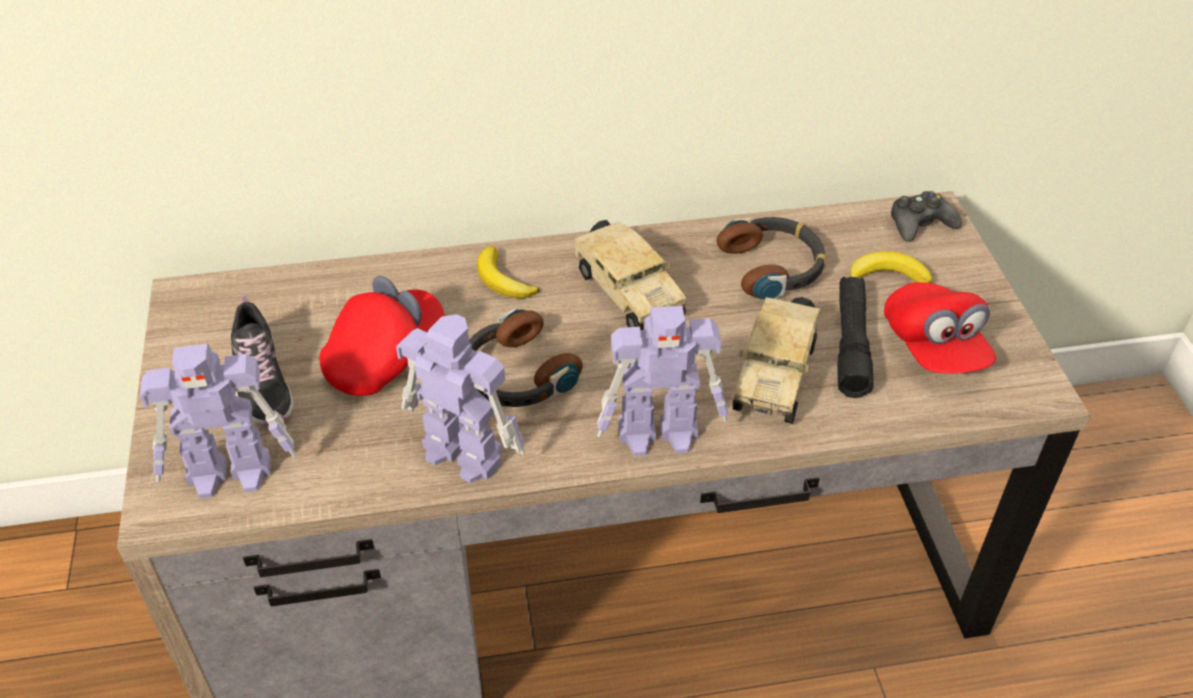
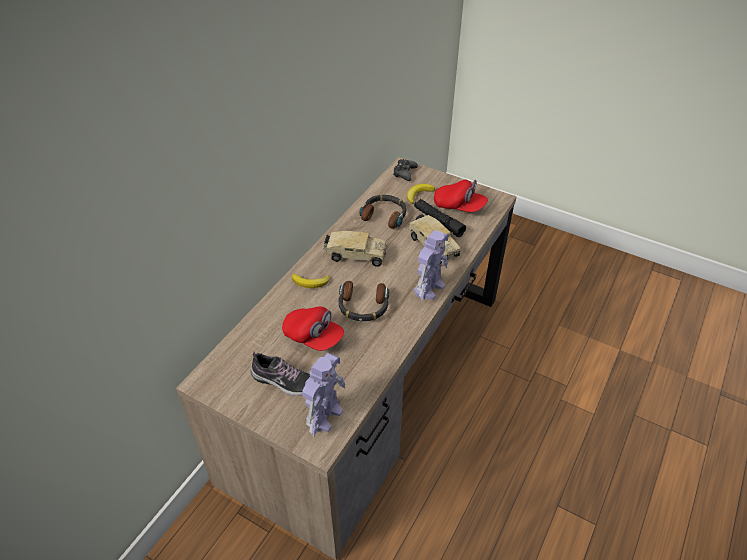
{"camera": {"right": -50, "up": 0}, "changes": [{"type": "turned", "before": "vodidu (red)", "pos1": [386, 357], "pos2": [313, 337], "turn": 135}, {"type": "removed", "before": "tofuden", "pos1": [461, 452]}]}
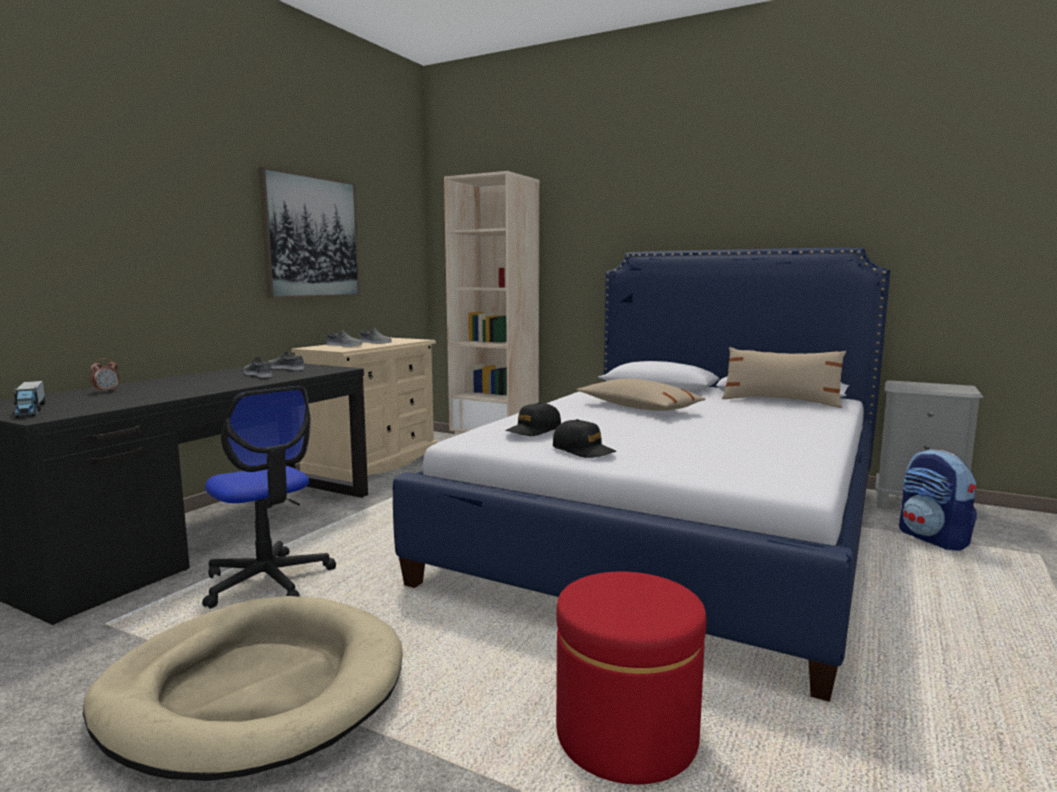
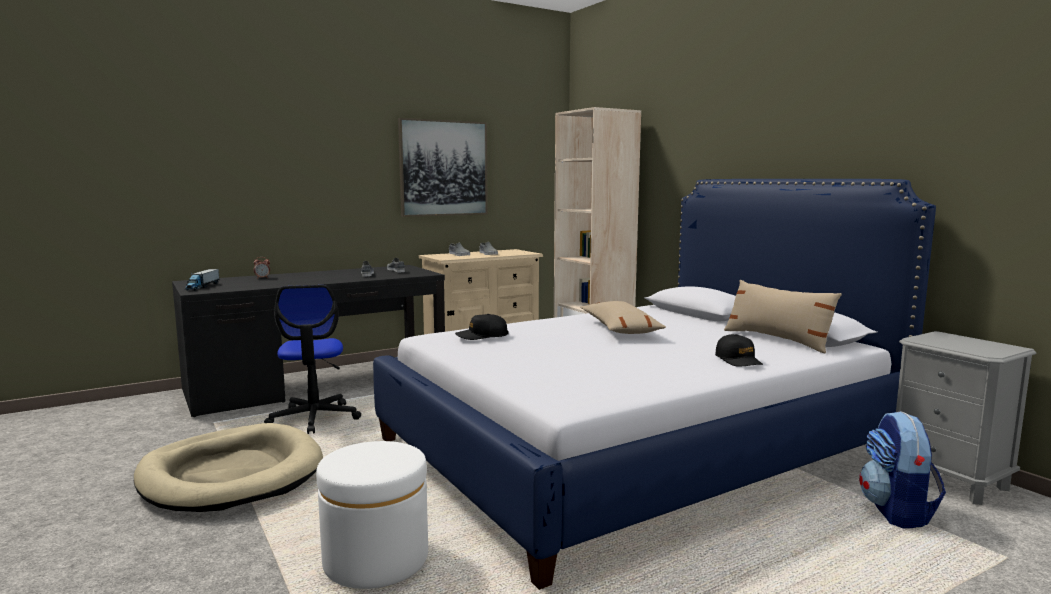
{"camera": {"right": 30, "up": 0}, "changes": [{"type": "recoloured", "before": "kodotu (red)", "after": "kodotu (white)", "pos1": [626, 735], "pos2": [376, 559]}, {"type": "moved", "before": "vodidu (black)", "pos1": [583, 450], "pos2": [738, 360]}]}
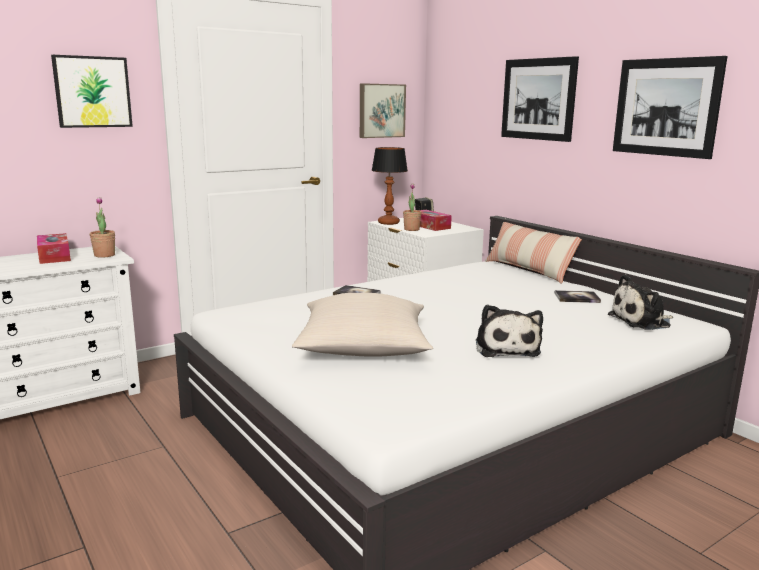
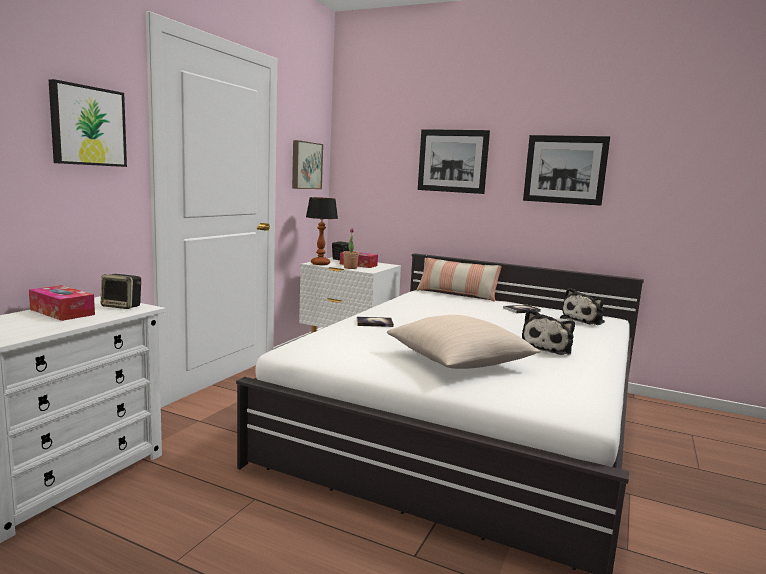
{"camera": {"right": -30, "up": -5}, "changes": [{"type": "replaced", "before": "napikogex", "after": "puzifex", "pos1": [104, 255], "pos2": [122, 306]}, {"type": "turned", "before": "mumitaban", "pos1": [506, 348], "pos2": [547, 348], "turn": 60}]}
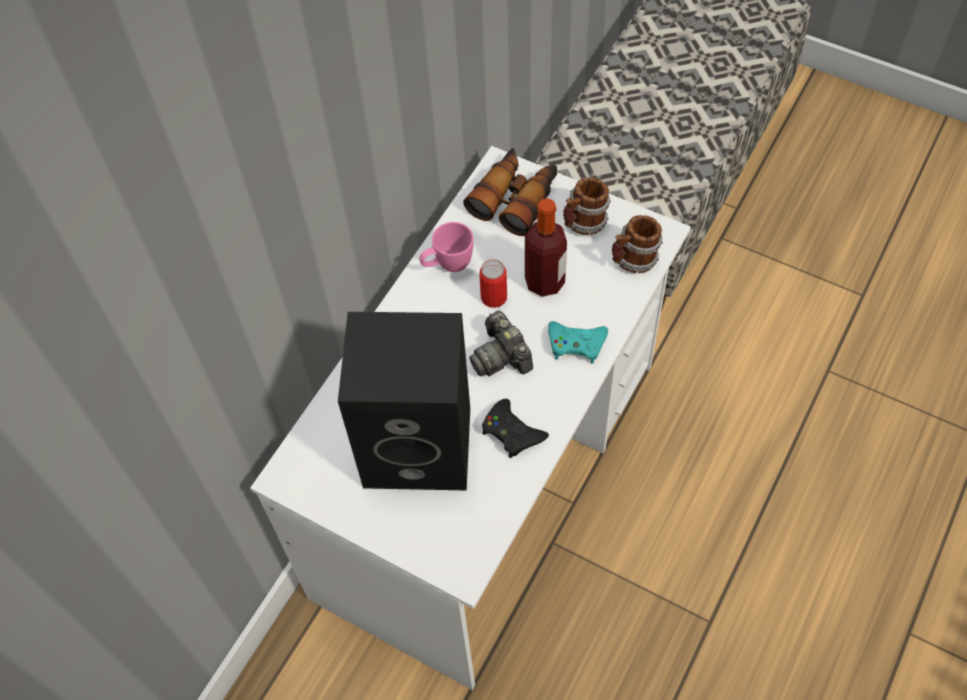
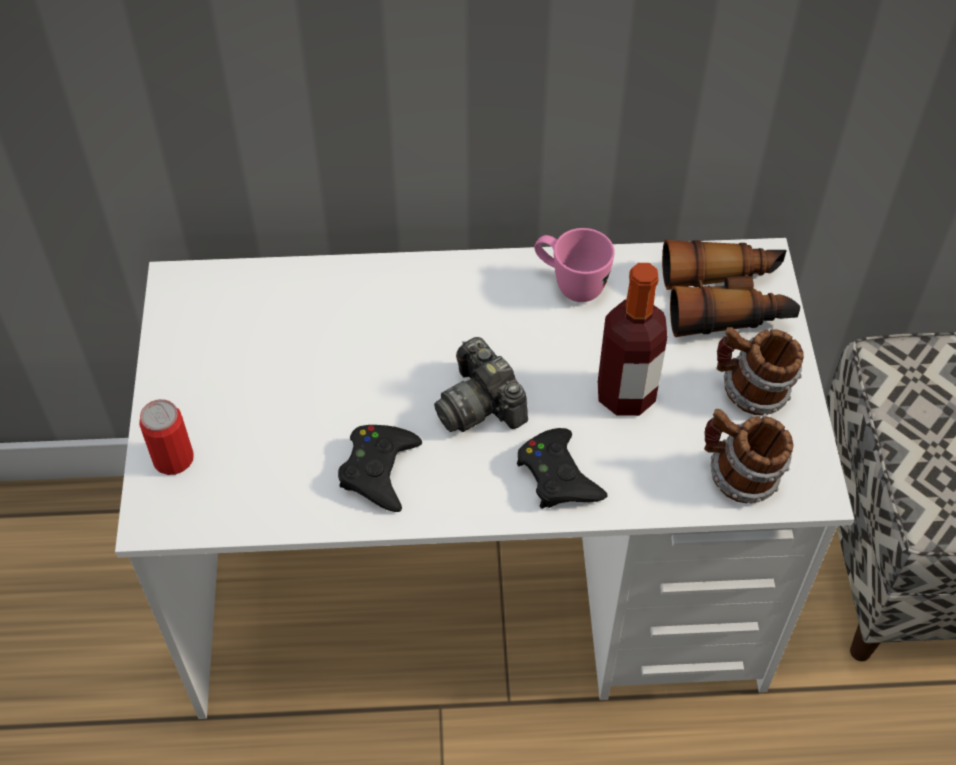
{"camera": {"right": 55, "up": -5}, "changes": [{"type": "moved", "before": "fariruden", "pos1": [494, 297], "pos2": [173, 458]}, {"type": "turned", "before": "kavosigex", "pos1": [501, 356], "pos2": [480, 404], "turn": -60}, {"type": "recoloured", "before": "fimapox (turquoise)", "after": "fimapox (black)", "pos1": [576, 344], "pos2": [558, 476]}, {"type": "removed", "before": "puzifex (black)", "pos1": [421, 445]}]}
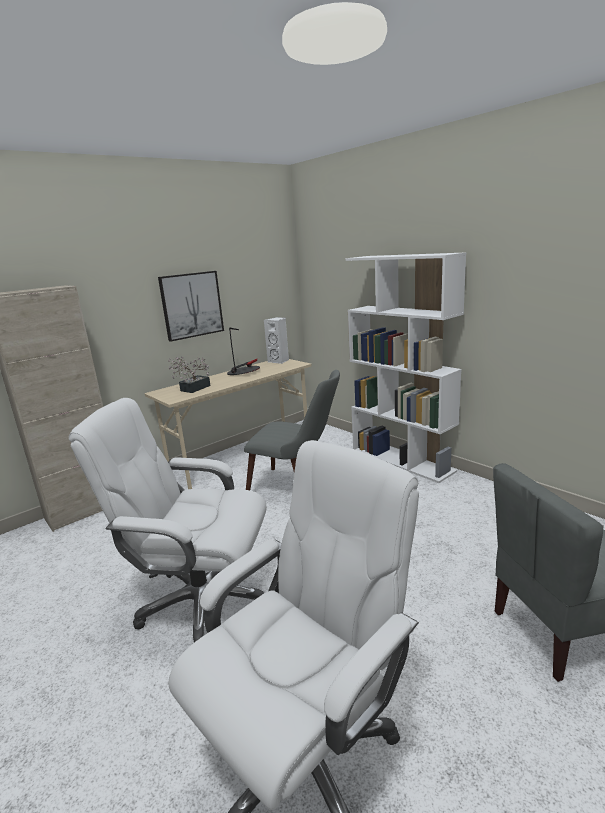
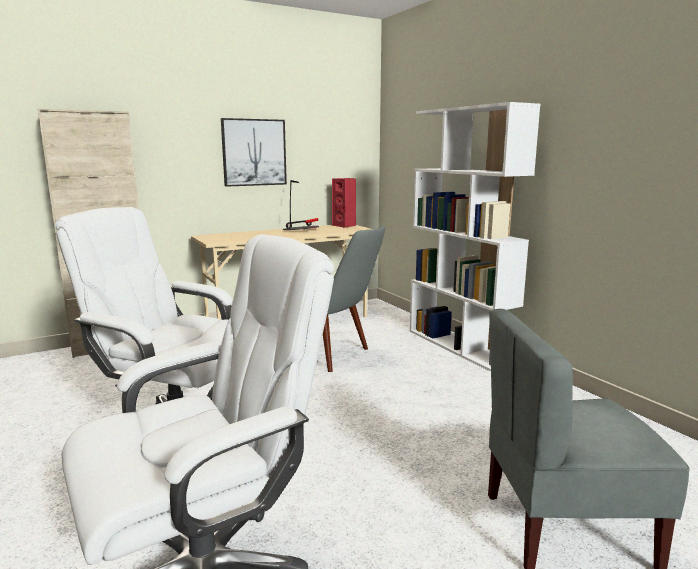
{"camera": {"right": 10, "up": -5}, "changes": [{"type": "recoloured", "before": "puzifex (white)", "after": "puzifex (red)", "pos1": [279, 361], "pos2": [345, 225]}, {"type": "removed", "before": "napikogex", "pos1": [192, 389]}]}
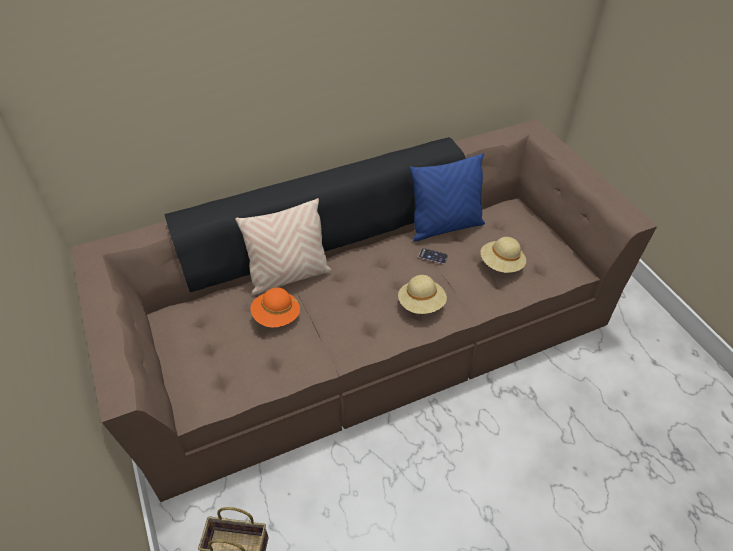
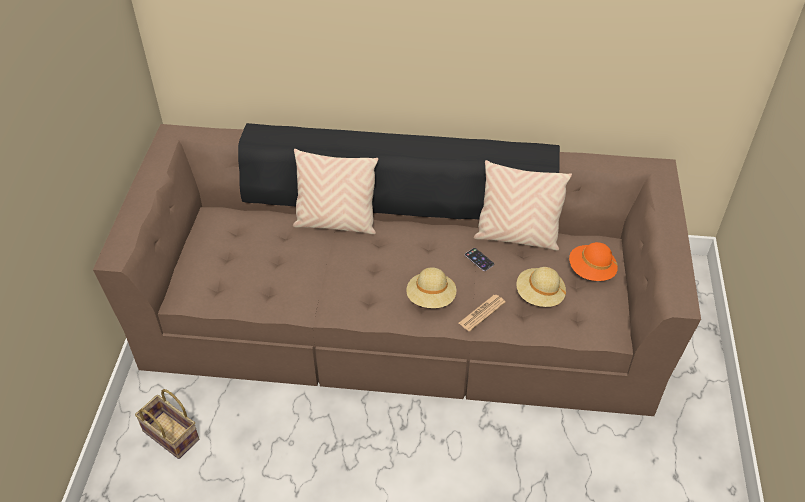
{"camera": {"right": 30, "up": 0}, "changes": [{"type": "added", "after": "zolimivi", "pos2": [482, 313]}, {"type": "recoloured", "before": "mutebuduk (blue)", "after": "mutebuduk (beige)", "pos1": [445, 227], "pos2": [517, 237]}, {"type": "moved", "before": "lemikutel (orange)", "pos1": [276, 316], "pos2": [591, 271]}]}
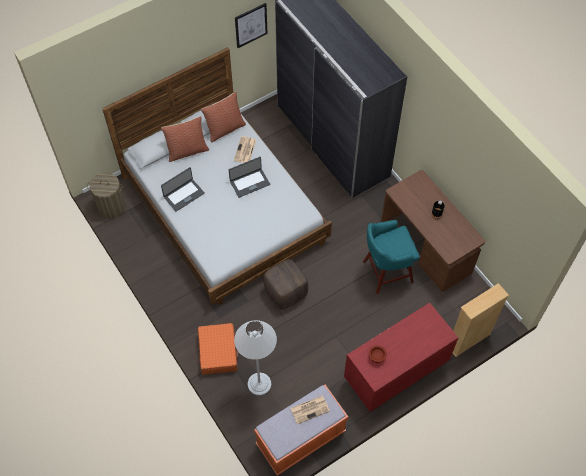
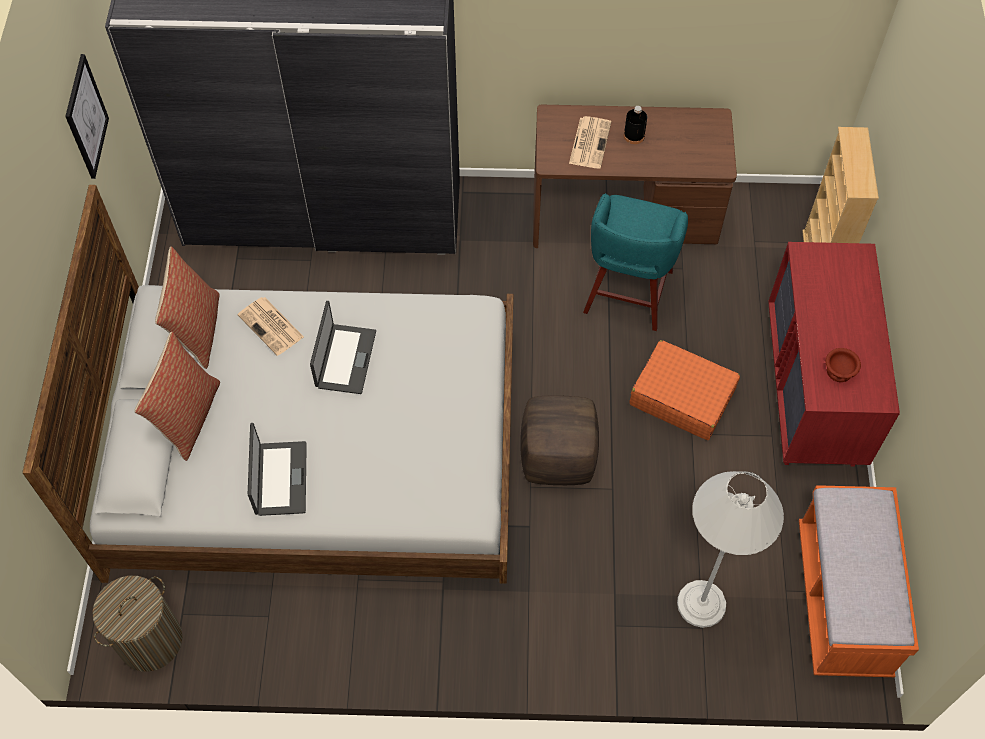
{"camera": {"right": -55, "up": 0}, "changes": [{"type": "moved", "before": "zolimivi", "pos1": [310, 409], "pos2": [589, 142]}, {"type": "moved", "before": "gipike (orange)", "pos1": [218, 351], "pos2": [681, 397]}]}
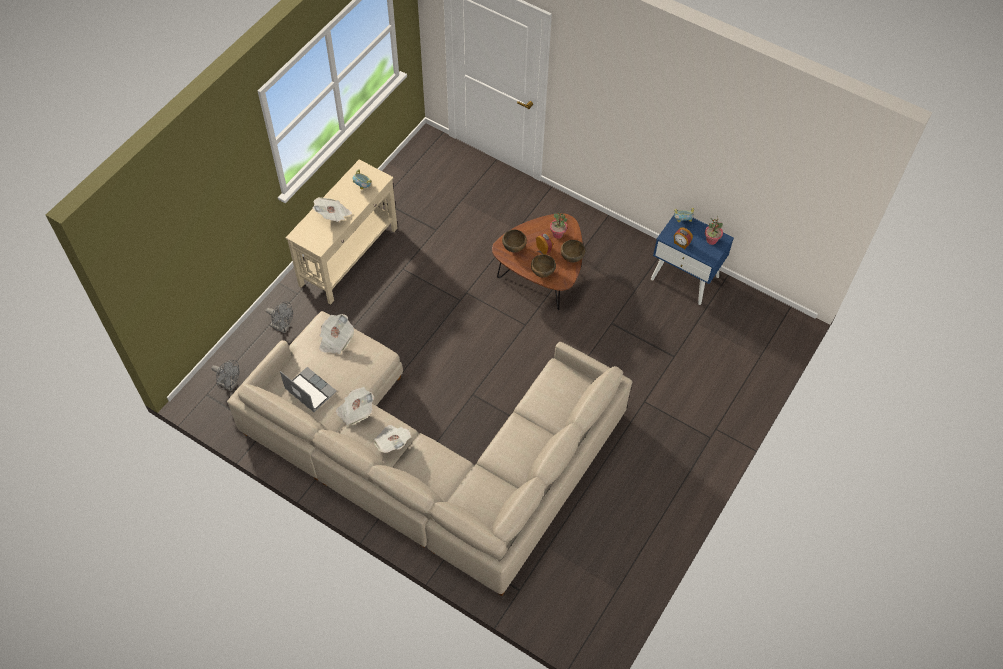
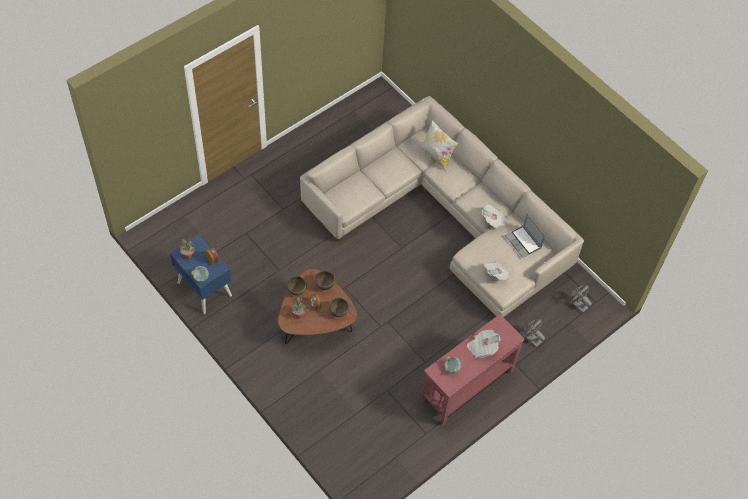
{"camera": {"right": -165, "up": 0}, "changes": [{"type": "added", "after": "mutebuduk", "pos2": [437, 156]}, {"type": "recoloured", "before": "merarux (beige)", "after": "merarux (red)", "pos1": [349, 256], "pos2": [466, 386]}, {"type": "removed", "before": "zolimivi", "pos1": [392, 442]}]}
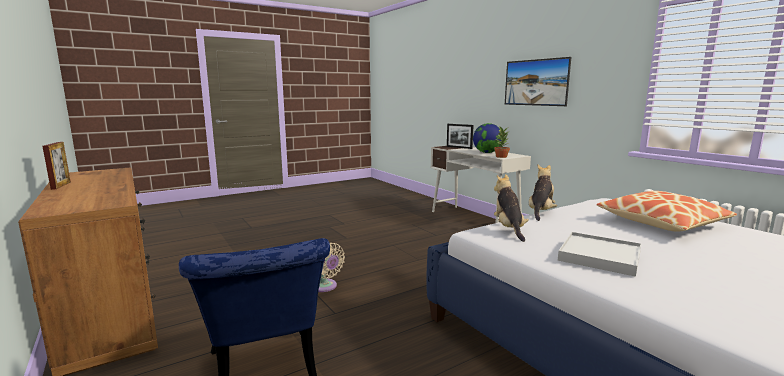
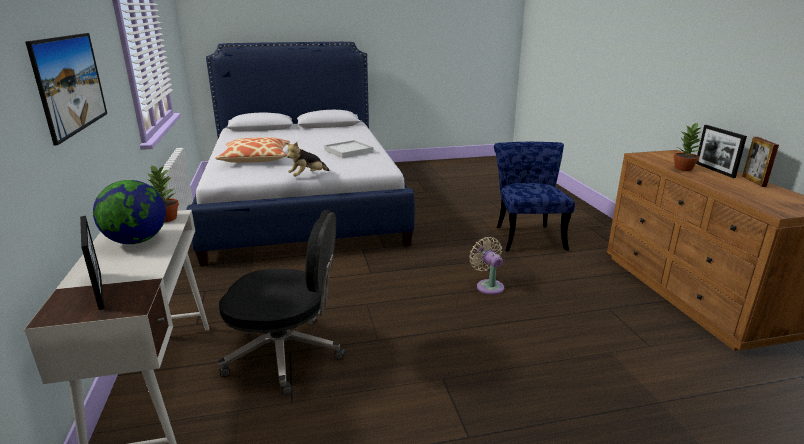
{"camera": {"right": -160, "up": 10}, "changes": [{"type": "added", "after": "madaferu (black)", "pos2": [286, 354]}, {"type": "added", "after": "napikogex", "pos2": [684, 168]}, {"type": "added", "after": "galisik", "pos2": [714, 170]}, {"type": "removed", "before": "mumitaban", "pos1": [509, 229]}]}
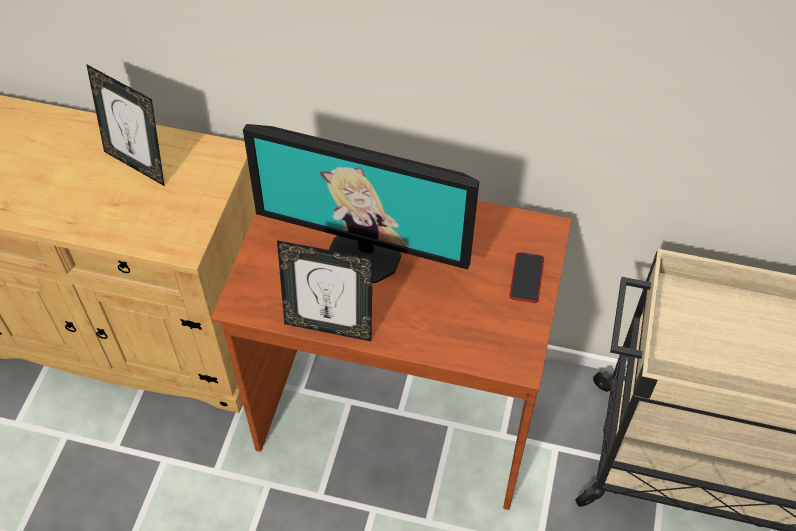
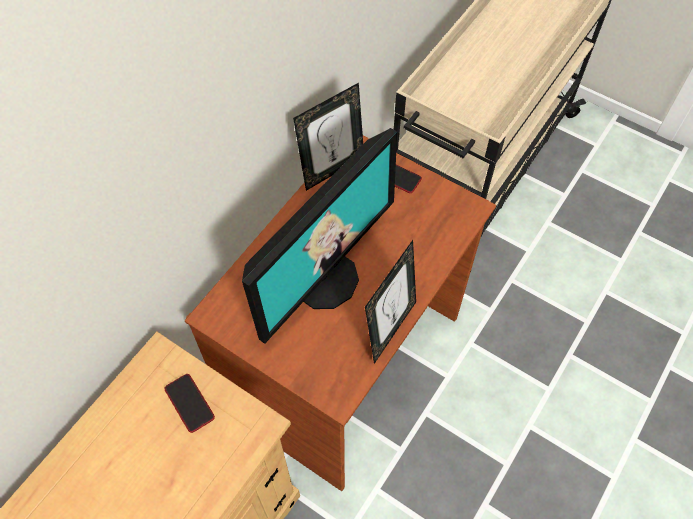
{"camera": {"right": -70, "up": 5}, "changes": [{"type": "added", "after": "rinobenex", "pos2": [189, 403]}, {"type": "moved", "before": "galisik", "pos1": [138, 164], "pos2": [332, 169]}]}
